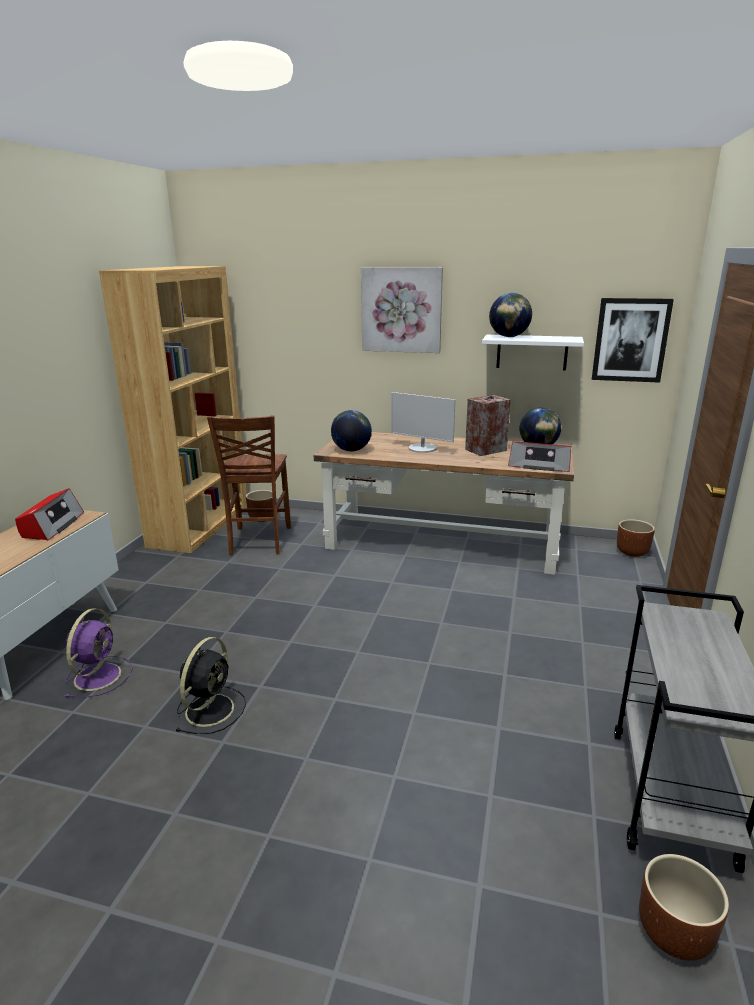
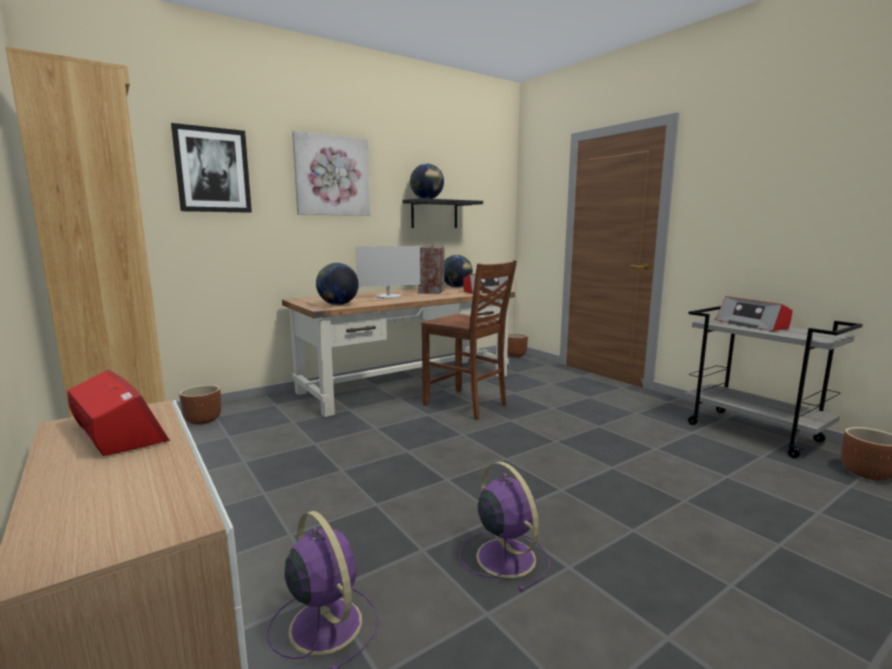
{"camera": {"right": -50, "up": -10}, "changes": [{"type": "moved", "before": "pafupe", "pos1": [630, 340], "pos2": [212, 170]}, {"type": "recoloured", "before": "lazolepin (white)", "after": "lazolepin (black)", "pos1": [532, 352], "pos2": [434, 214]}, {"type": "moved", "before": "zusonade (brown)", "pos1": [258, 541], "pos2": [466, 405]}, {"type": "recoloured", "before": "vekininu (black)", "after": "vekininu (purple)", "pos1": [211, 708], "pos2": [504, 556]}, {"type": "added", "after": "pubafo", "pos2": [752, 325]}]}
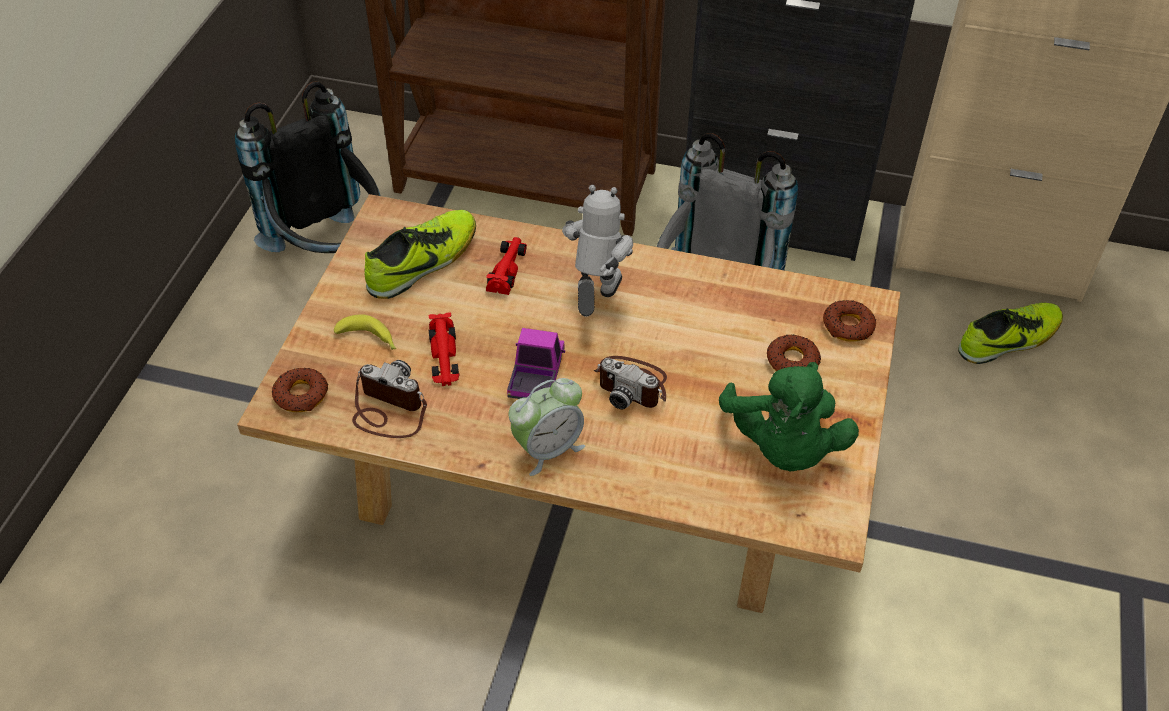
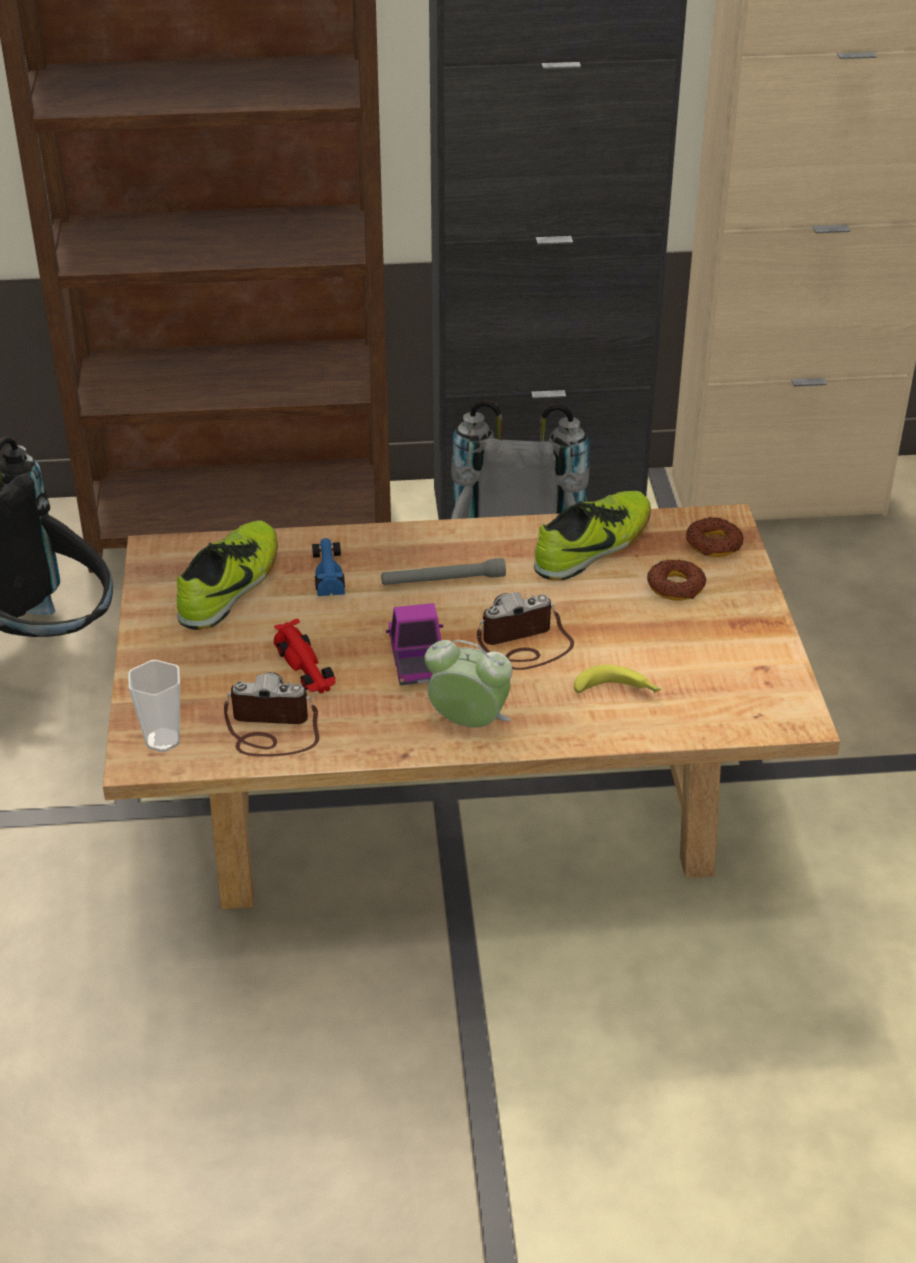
{"camera": {"right": -20, "up": -10}, "changes": [{"type": "replaced", "before": "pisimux", "after": "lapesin", "pos1": [301, 395], "pos2": [163, 740]}, {"type": "recoloured", "before": "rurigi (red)", "after": "rurigi (blue)", "pos1": [507, 268], "pos2": [328, 571]}, {"type": "replaced", "before": "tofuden", "after": "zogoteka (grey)", "pos1": [596, 302], "pos2": [443, 580]}, {"type": "turned", "before": "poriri", "pos1": [548, 449], "pos2": [468, 723], "turn": -105}, {"type": "turned", "before": "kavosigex", "pos1": [632, 384], "pos2": [525, 645], "turn": 150}, {"type": "moved", "before": "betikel", "pos1": [1009, 340], "pos2": [594, 547]}, {"type": "moved", "before": "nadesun", "pos1": [370, 339], "pos2": [617, 691]}, {"type": "removed", "before": "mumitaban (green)", "pos1": [782, 447]}]}
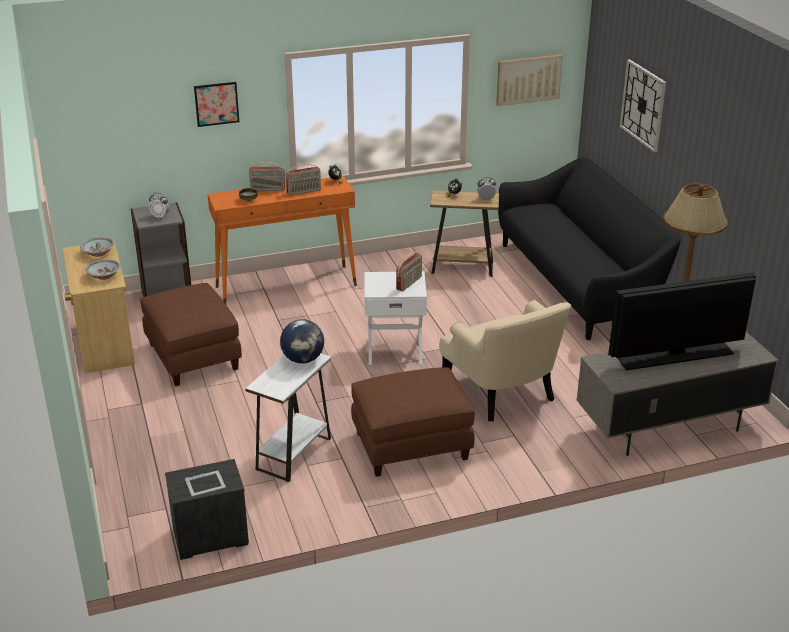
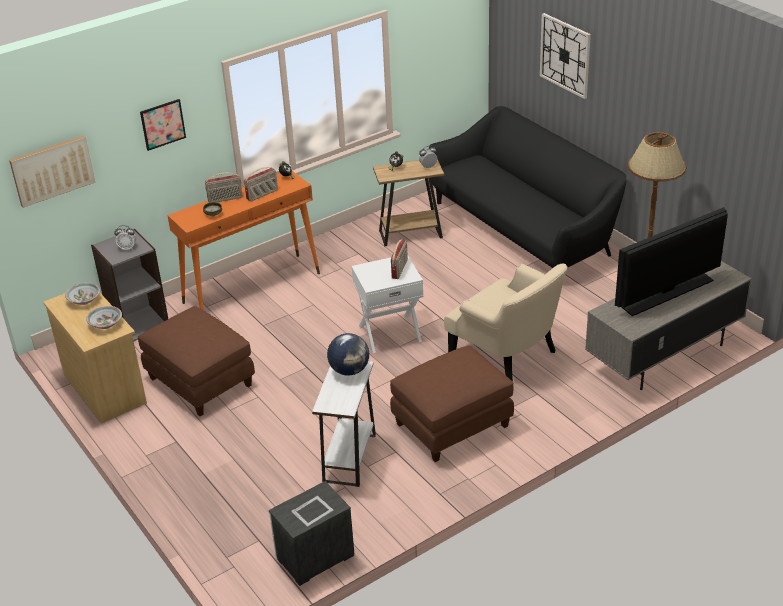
{"camera": {"right": -15, "up": 5}, "changes": [{"type": "moved", "before": "pafupe", "pos1": [528, 79], "pos2": [52, 170]}]}
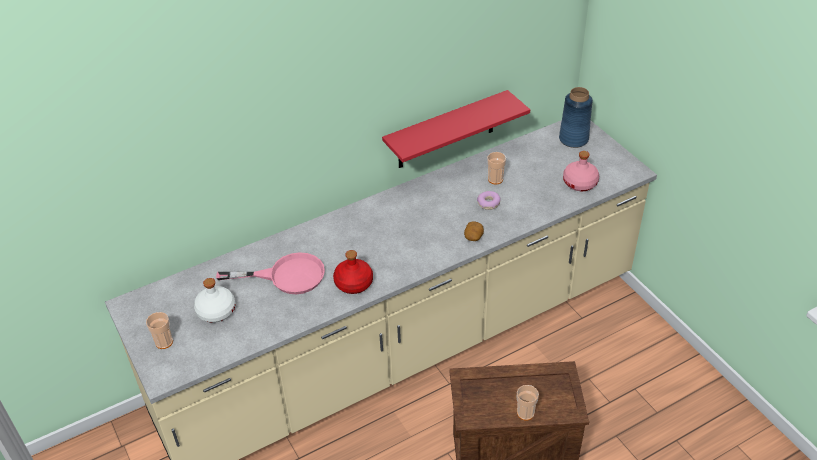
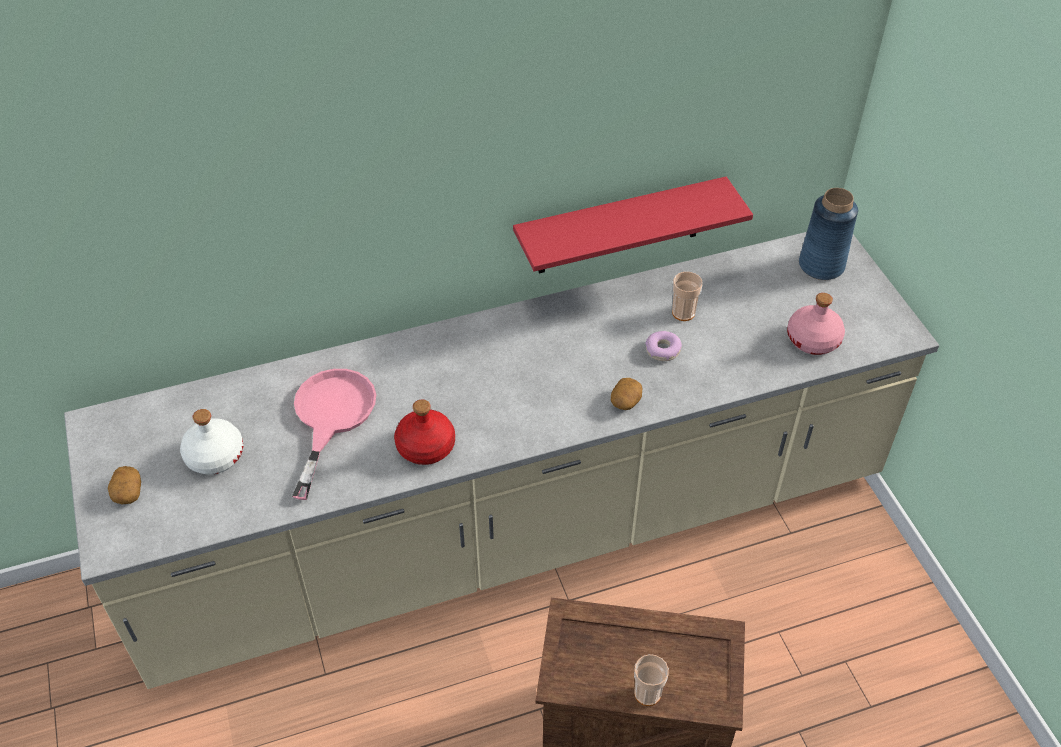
{"camera": {"right": 10, "up": 5}, "changes": [{"type": "replaced", "before": "lapesin", "after": "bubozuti", "pos1": [164, 342], "pos2": [127, 492]}, {"type": "turned", "before": "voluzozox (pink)", "pos1": [286, 276], "pos2": [331, 417], "turn": -90}]}
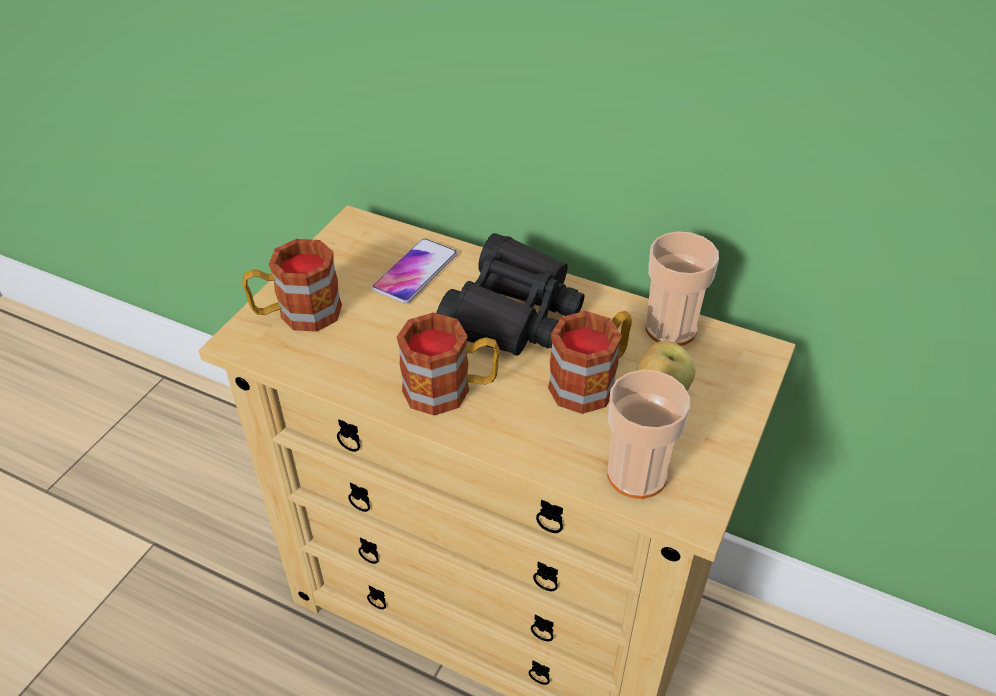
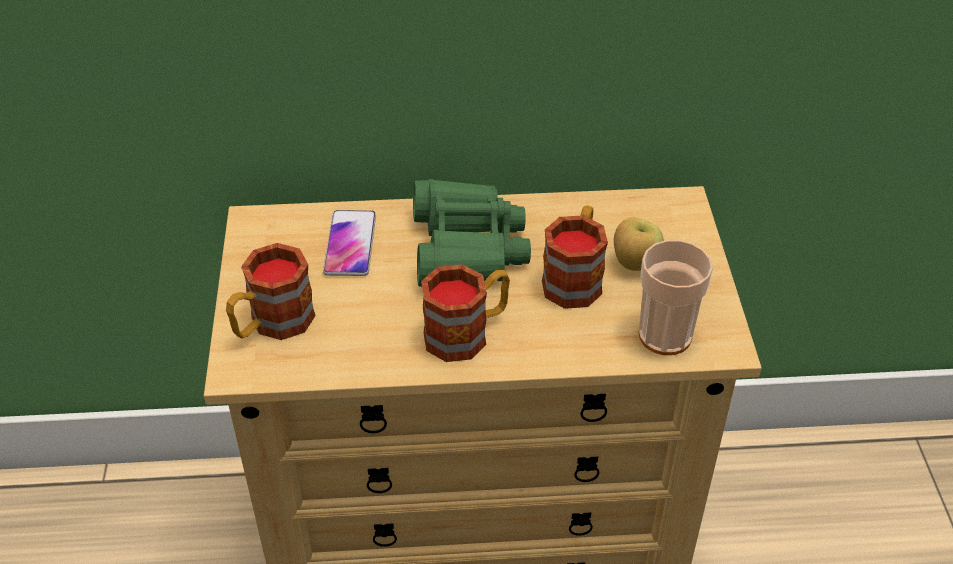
{"camera": {"right": -30, "up": 0}, "changes": [{"type": "recoloured", "before": "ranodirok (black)", "after": "ranodirok (green)", "pos1": [513, 314], "pos2": [467, 248]}, {"type": "removed", "before": "lapesin", "pos1": [670, 329]}]}
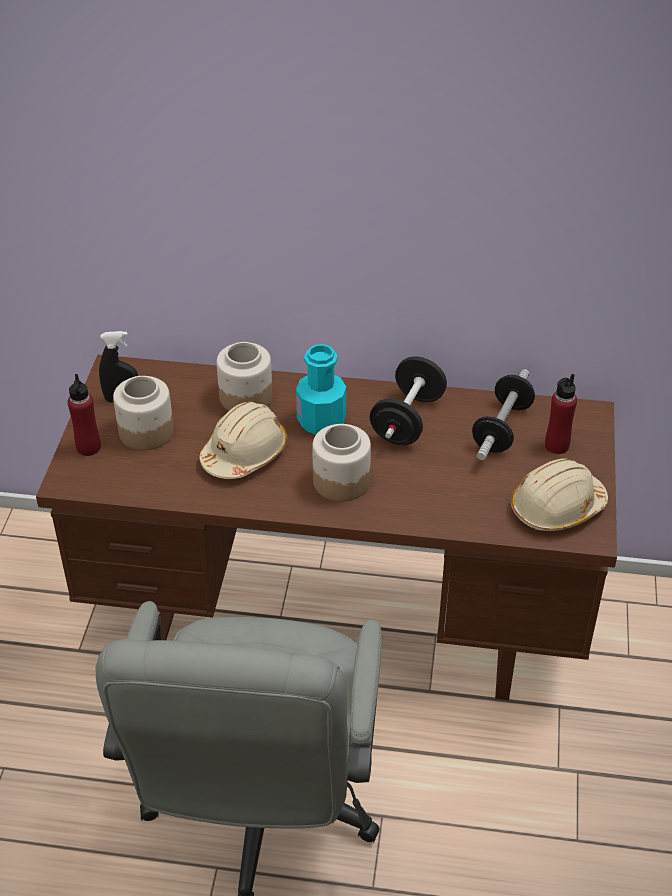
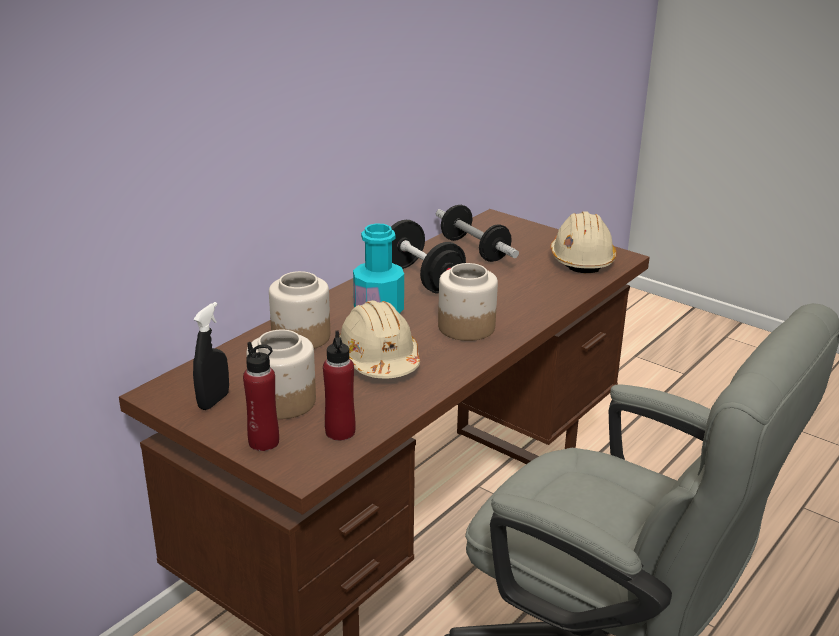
{"camera": {"right": -60, "up": -15}, "changes": [{"type": "moved", "before": "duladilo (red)", "pos1": [556, 446], "pos2": [340, 432]}]}
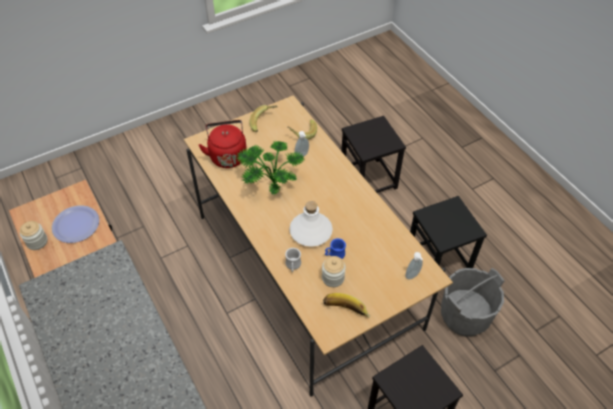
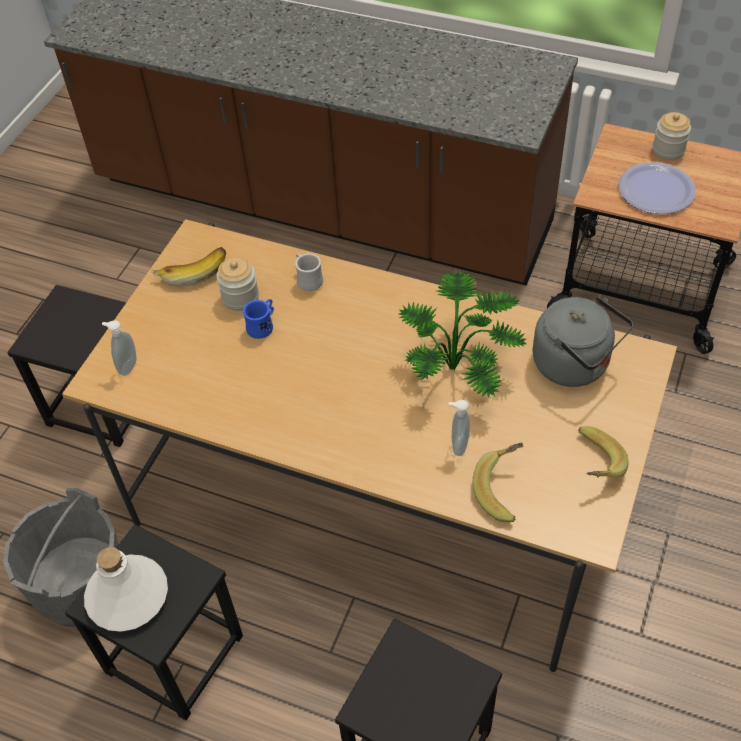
{"camera": {"right": 145, "up": 0}, "changes": [{"type": "moved", "before": "duladilo (white)", "pos1": [310, 231], "pos2": [128, 595]}, {"type": "recoloured", "before": "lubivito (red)", "after": "lubivito (grey)", "pos1": [227, 155], "pos2": [575, 365]}]}
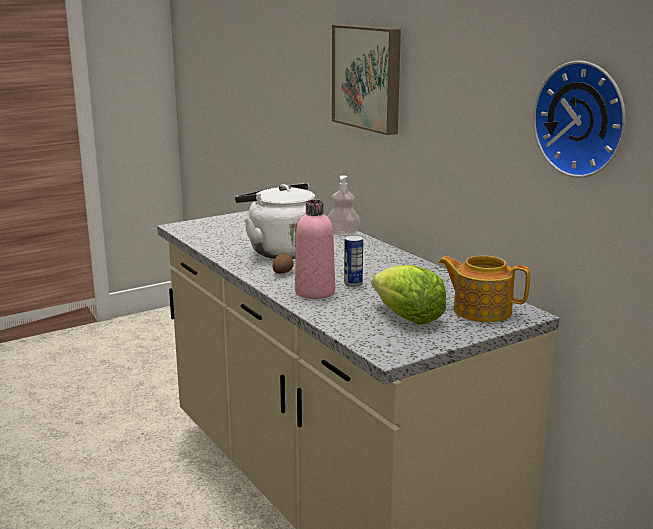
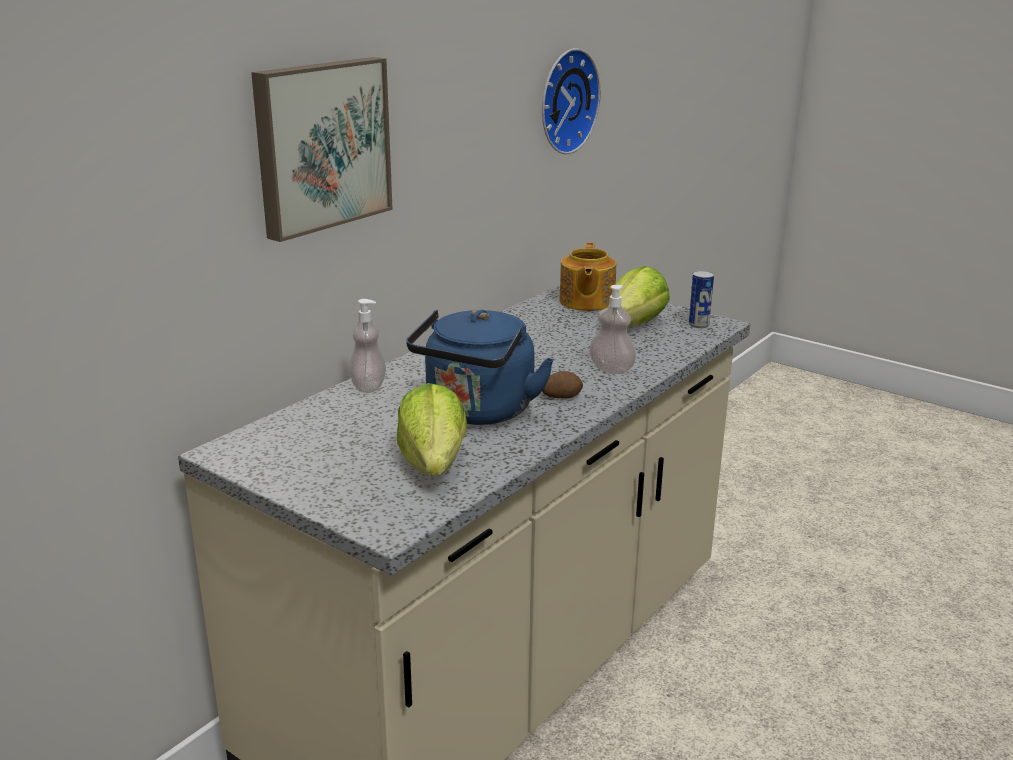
{"camera": {"right": -110, "up": 5}, "changes": [{"type": "added", "after": "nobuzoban", "pos2": [433, 464]}, {"type": "recoloured", "before": "lubivito (white)", "after": "lubivito (blue)", "pos1": [281, 251], "pos2": [478, 412]}, {"type": "replaced", "before": "duladilo (pink)", "after": "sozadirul", "pos1": [315, 292], "pos2": [611, 369]}, {"type": "moved", "before": "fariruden", "pos1": [353, 283], "pos2": [698, 325]}]}
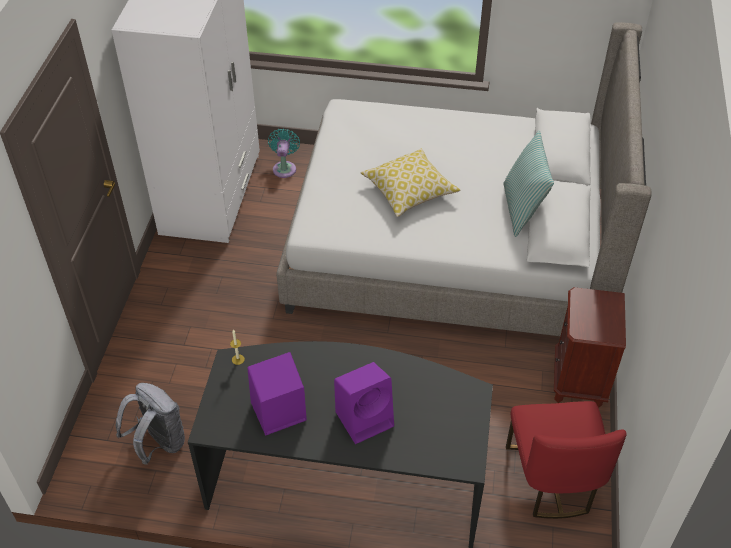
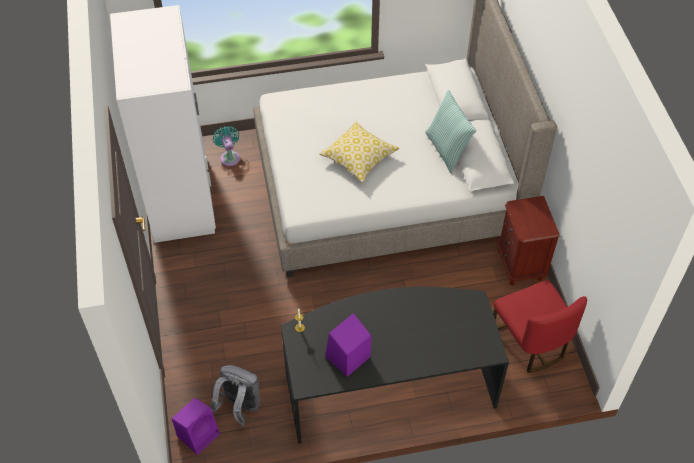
{"camera": {"right": -20, "up": 5}, "changes": [{"type": "moved", "before": "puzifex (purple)", "pos1": [365, 418], "pos2": [199, 434]}]}
